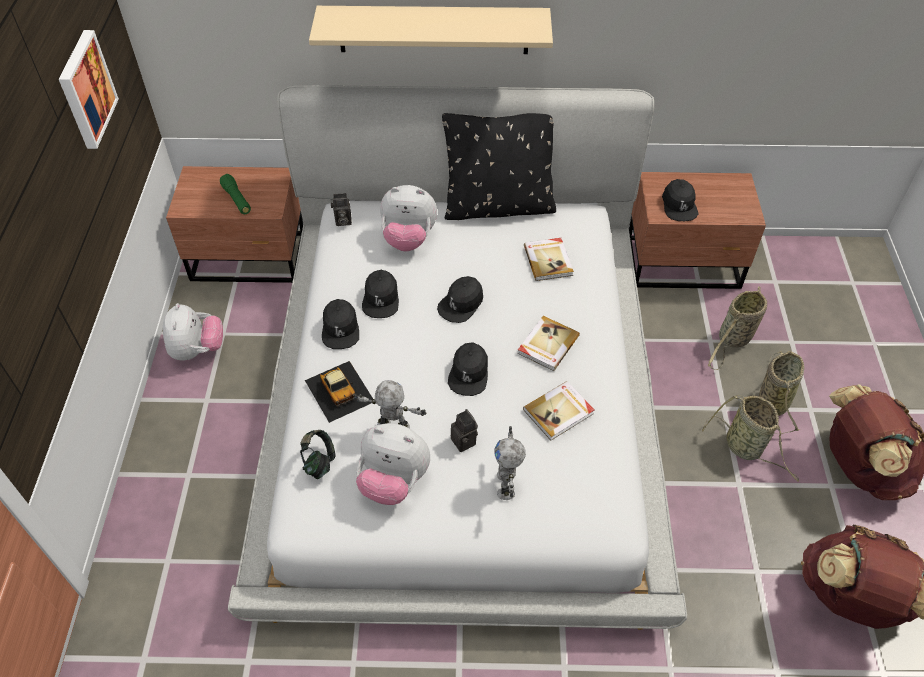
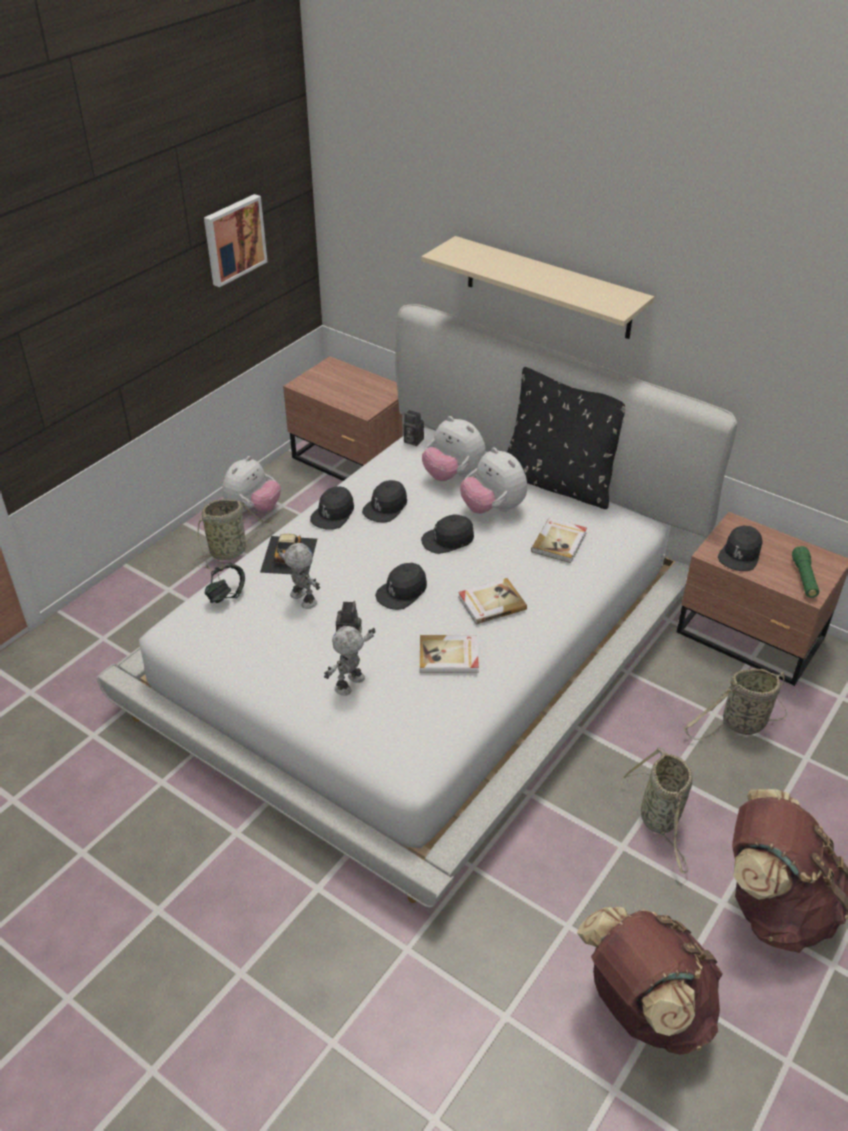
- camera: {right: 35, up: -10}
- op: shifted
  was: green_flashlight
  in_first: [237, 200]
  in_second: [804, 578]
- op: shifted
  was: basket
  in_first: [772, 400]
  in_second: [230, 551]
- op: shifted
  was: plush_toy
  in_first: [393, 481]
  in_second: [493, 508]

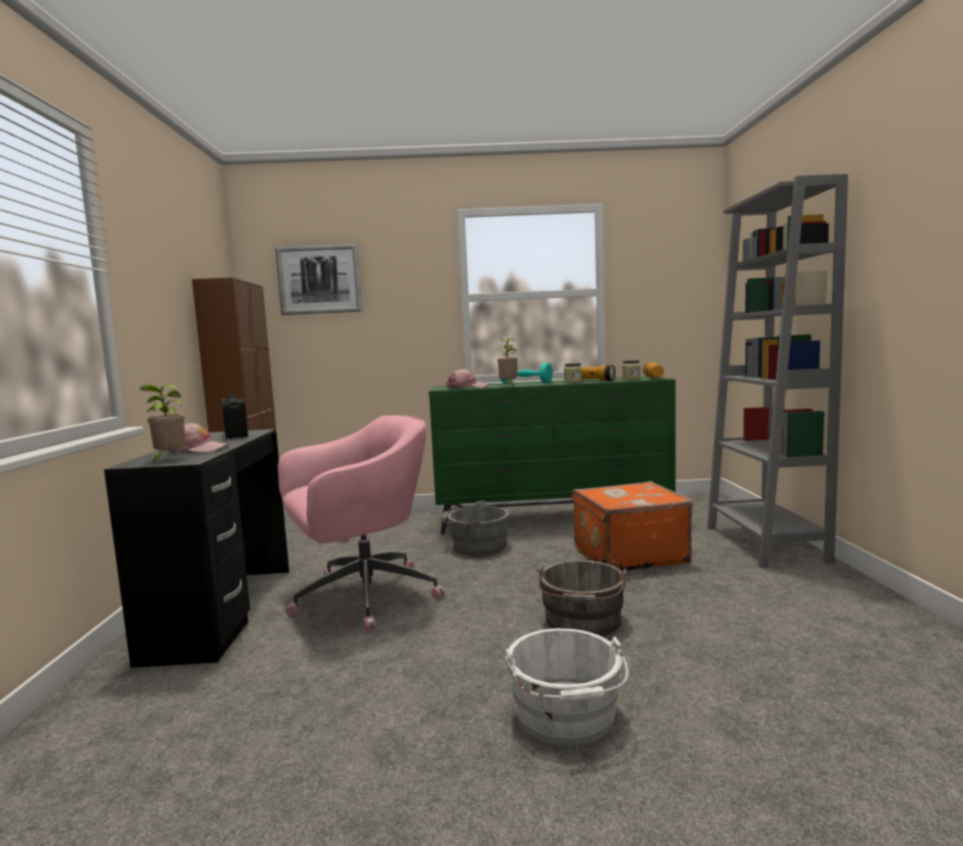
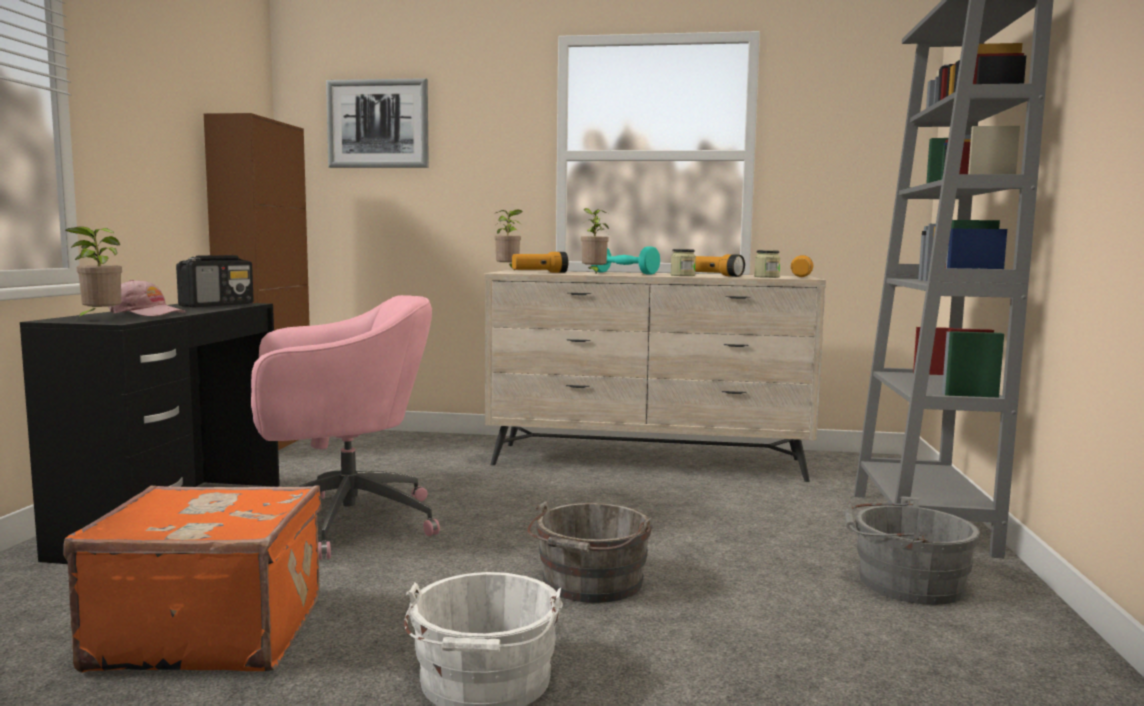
- camera: {right: 10, up: 0}
- op: swapped
  was: pink_cap
  now: flashlight
  in_first: [466, 387]
  in_second: [539, 272]
- op: repainted
  was: green_dresser
  now: beige_dresser
  in_first: [553, 519]
  in_second: [649, 462]
- op: rotated
  was: radio
  in_first: [236, 435]
  in_second: [217, 305]
  clockwise: 45
- op: shifted
  was: orange_suitcase
  in_first: [628, 555]
  in_second: [210, 632]
- op: shifted
  was: grey_bucket
  in_first: [476, 547]
  in_second: [904, 582]
- op: new
  now: potted_plant
  in_second: [508, 271]

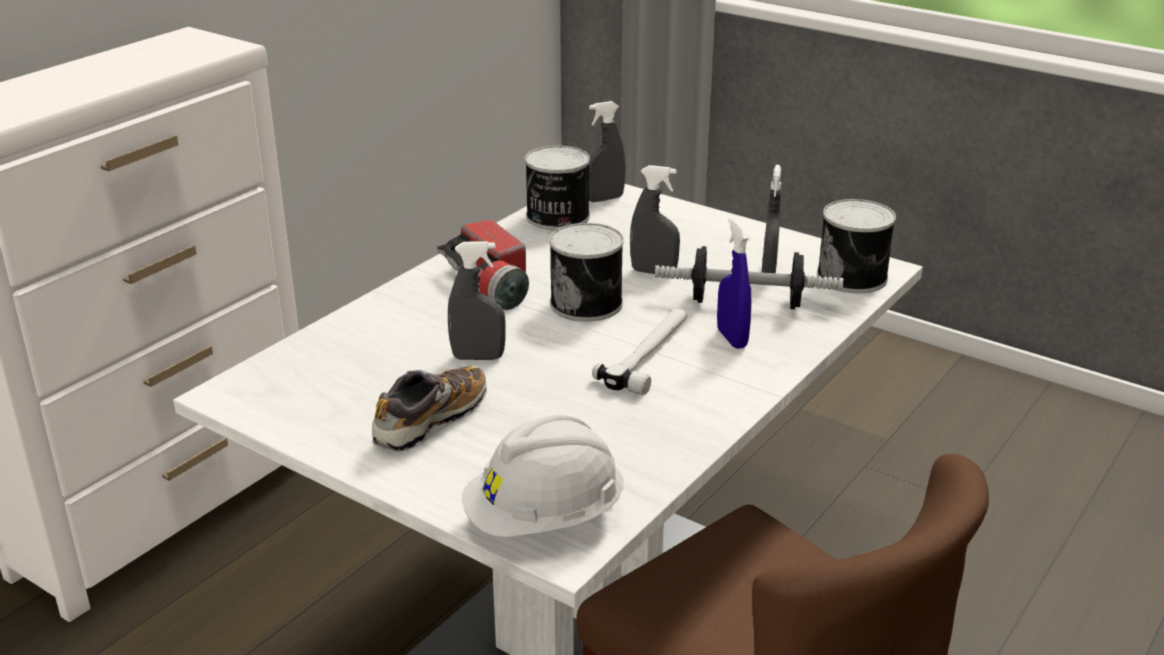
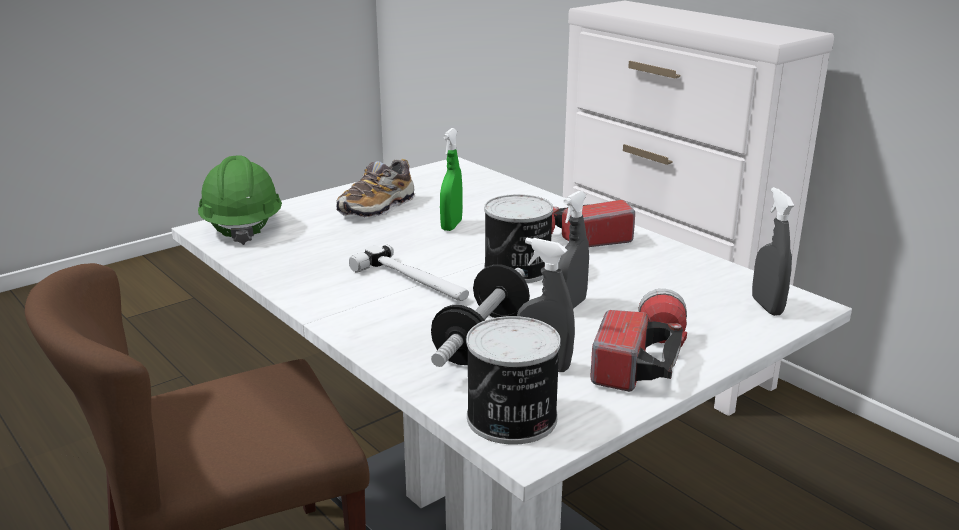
- camera: {right: 105, up: -5}
- op: gone
  was: can
  in_first: [557, 217]
- op: gone
  was: blue_spray_bottle
  in_first: [732, 338]
- op: repainted
  was: grey_spray_bottle
  now: green_spray_bottle
  in_first: [478, 357]
  in_second: [451, 225]
- op: rotated
  was: shoe
  in_first: [430, 422]
  in_second: [377, 208]
  clockwise: 75
- op: repainted
  was: white_hard_hat
  now: green_hard_hat
  in_first: [544, 519]
  in_second: [242, 226]
- op: new
  now: flashlight
  in_second: [641, 359]

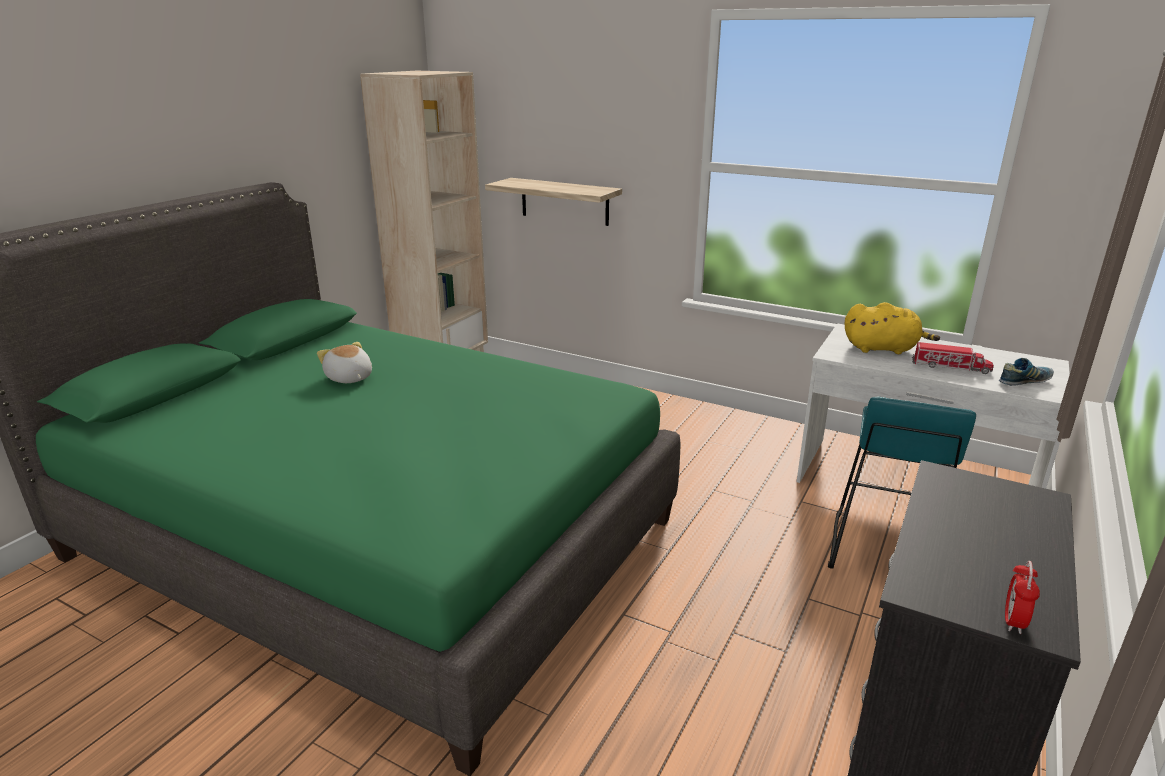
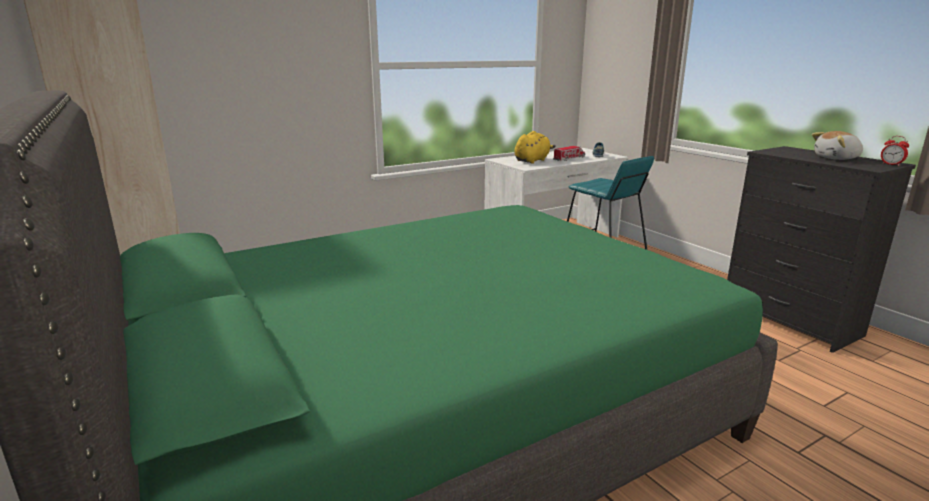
- camera: {right: -60, up: -5}
- op: gone
  was: shelf
  in_first: [564, 201]
- op: shifted
  was: plush_toy
  in_first: [349, 378]
  in_second: [837, 158]

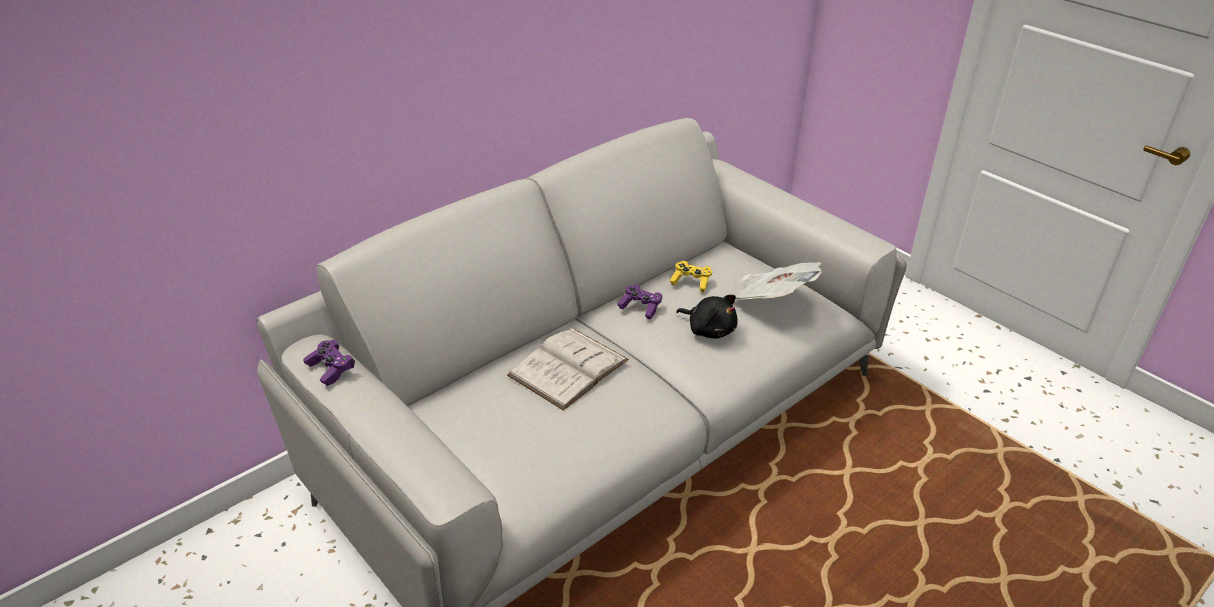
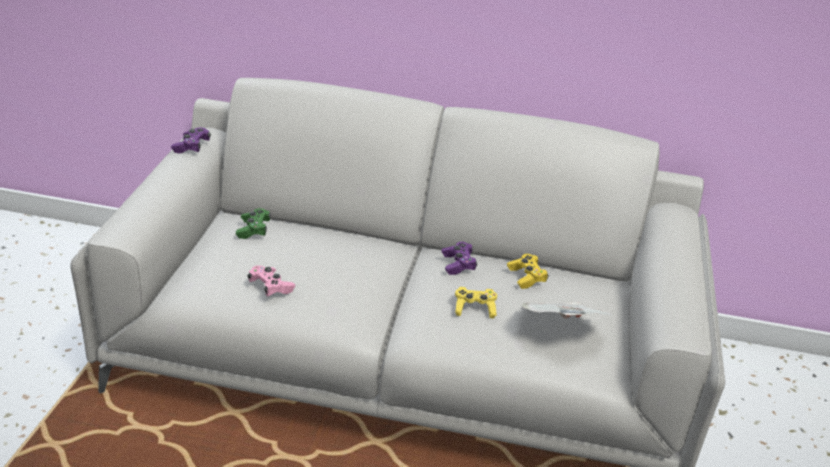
- camera: {right: 50, up: -5}
- op: swapped
  was: black_plush_toy
  now: yellow_game_controller
  in_first: [709, 329]
  in_second: [474, 309]
- op: gone
  was: white_book
  in_first: [568, 367]
- op: new
  now: green_game_controller
  in_second: [253, 230]
- op: new
  now: pink_game_controller
  in_second: [270, 287]

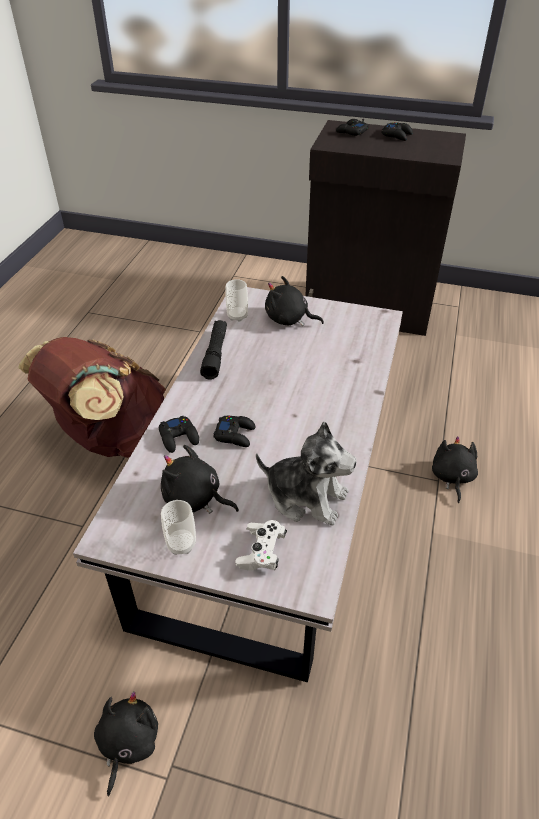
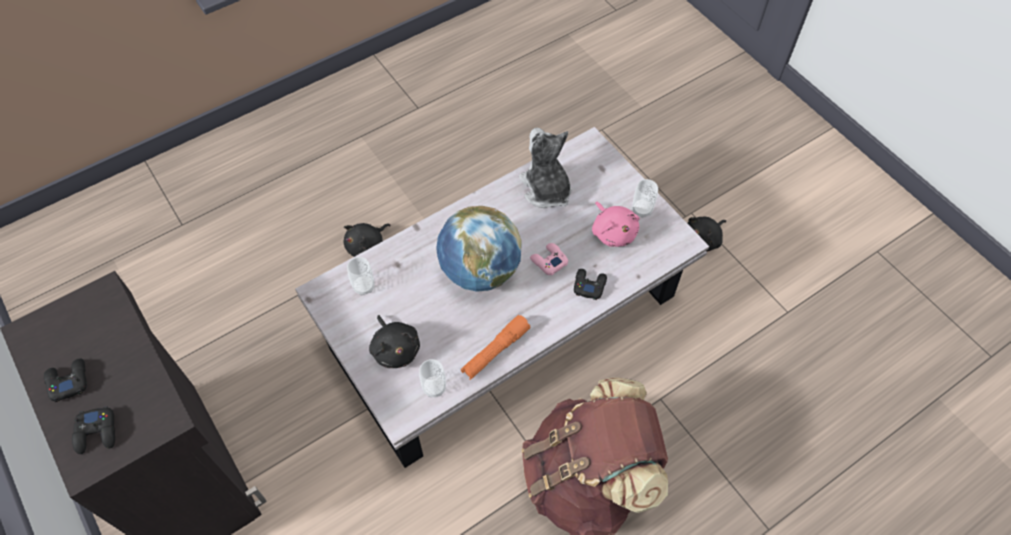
- camera: {right: -140, up: 15}
- op: repainted
  was: black_flashlight
  now: orange_flashlight
  in_first: [215, 354]
  in_second: [495, 351]
- op: repainted
  was: black_game_controller
  now: pink_game_controller
  in_first: [235, 434]
  in_second: [548, 261]
- op: repainted
  was: black_plush_toy
  now: pink_plush_toy
  in_first: [195, 499]
  in_second: [613, 232]
- op: gone
  was: white_game_controller
  in_first: [261, 552]
- op: new
  now: globe
  in_second: [480, 271]
- op: new
  now: cup
  in_second: [364, 286]

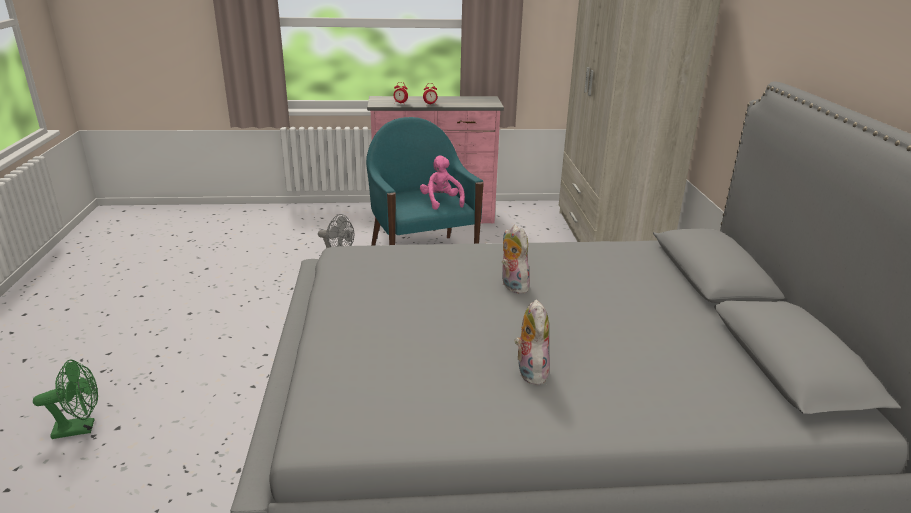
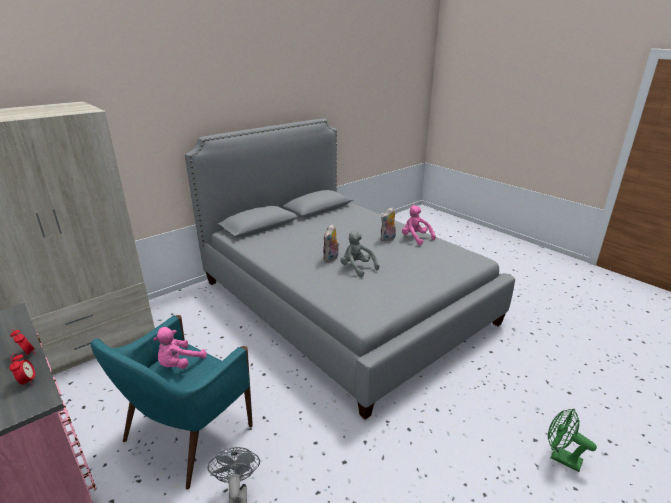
- camera: {right: -125, up: 0}
- op: new
  now: pink_plush_toy
  in_second: [415, 238]
- op: new
  now: grey_plush_toy
  in_second: [357, 268]

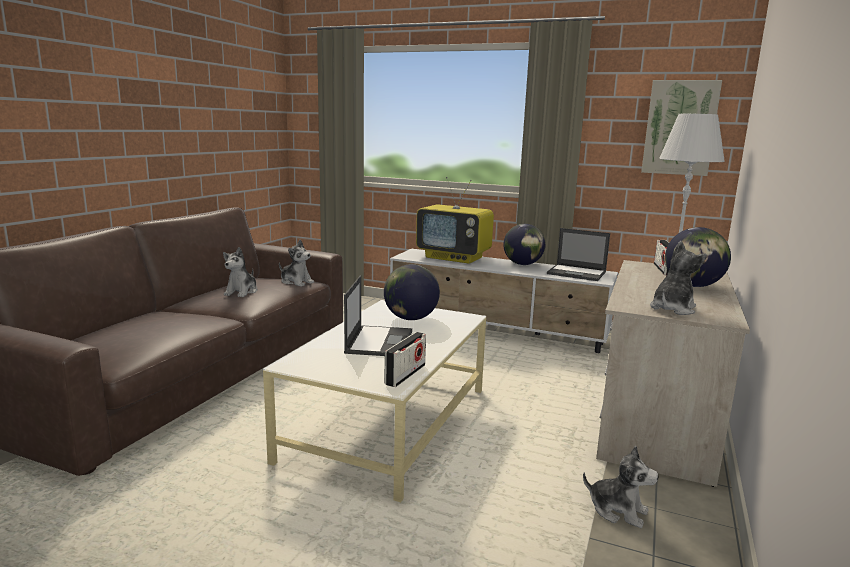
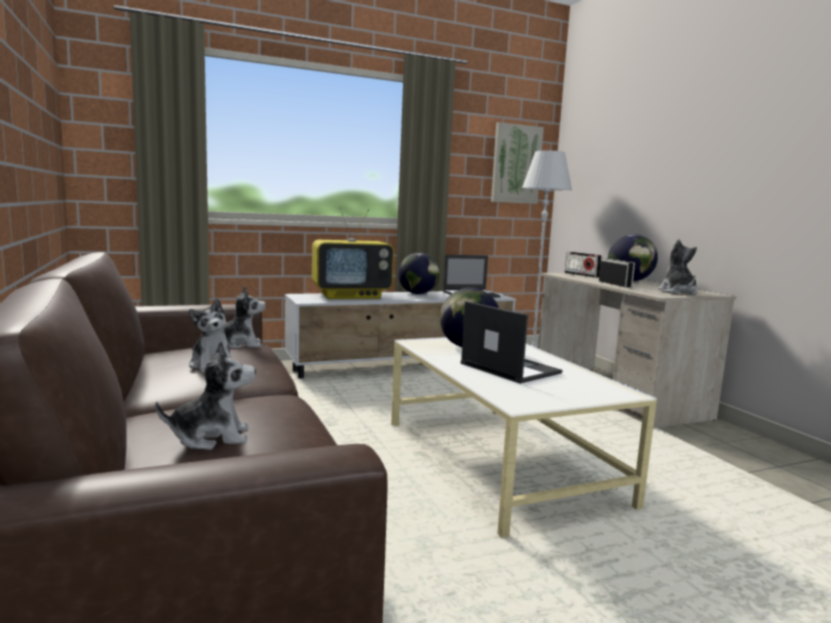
- camera: {right: -45, up: -5}
- op: shifted
  was: radio
  in_first: [405, 374]
  in_second: [614, 284]
- op: shifted
  was: plush_toy
  in_first: [618, 510]
  in_second: [211, 437]

